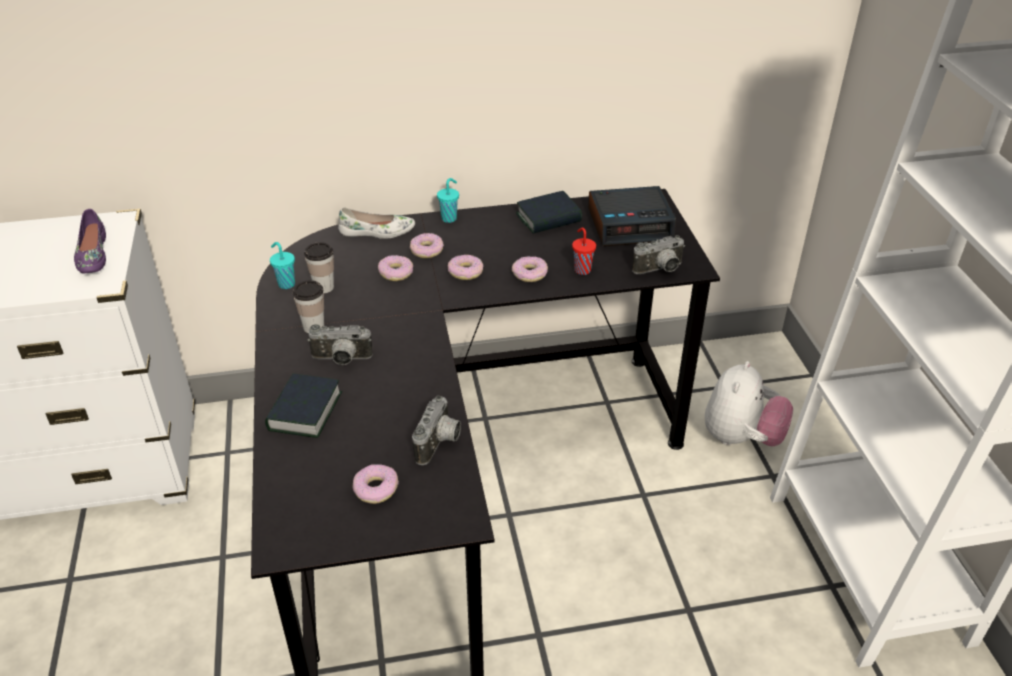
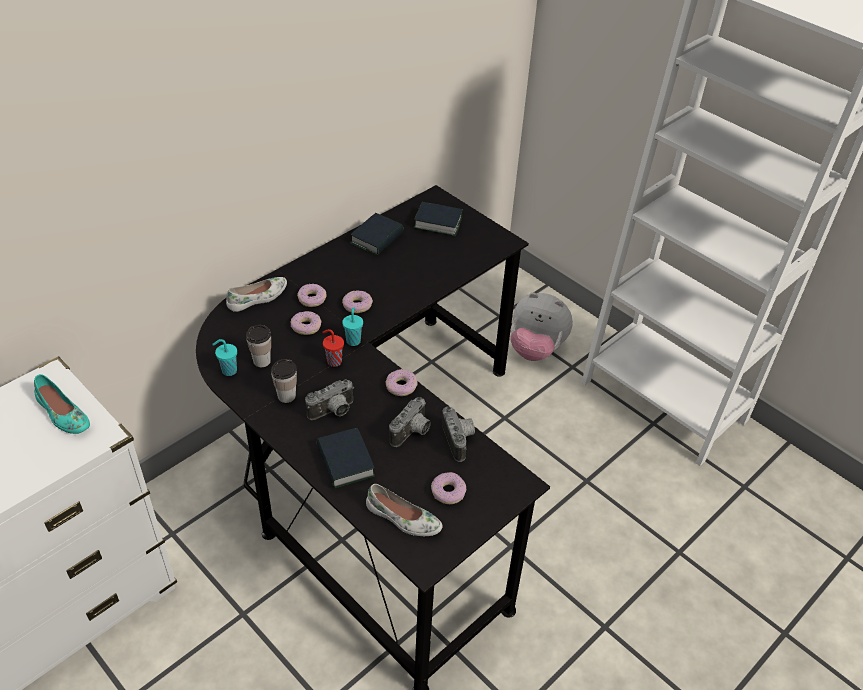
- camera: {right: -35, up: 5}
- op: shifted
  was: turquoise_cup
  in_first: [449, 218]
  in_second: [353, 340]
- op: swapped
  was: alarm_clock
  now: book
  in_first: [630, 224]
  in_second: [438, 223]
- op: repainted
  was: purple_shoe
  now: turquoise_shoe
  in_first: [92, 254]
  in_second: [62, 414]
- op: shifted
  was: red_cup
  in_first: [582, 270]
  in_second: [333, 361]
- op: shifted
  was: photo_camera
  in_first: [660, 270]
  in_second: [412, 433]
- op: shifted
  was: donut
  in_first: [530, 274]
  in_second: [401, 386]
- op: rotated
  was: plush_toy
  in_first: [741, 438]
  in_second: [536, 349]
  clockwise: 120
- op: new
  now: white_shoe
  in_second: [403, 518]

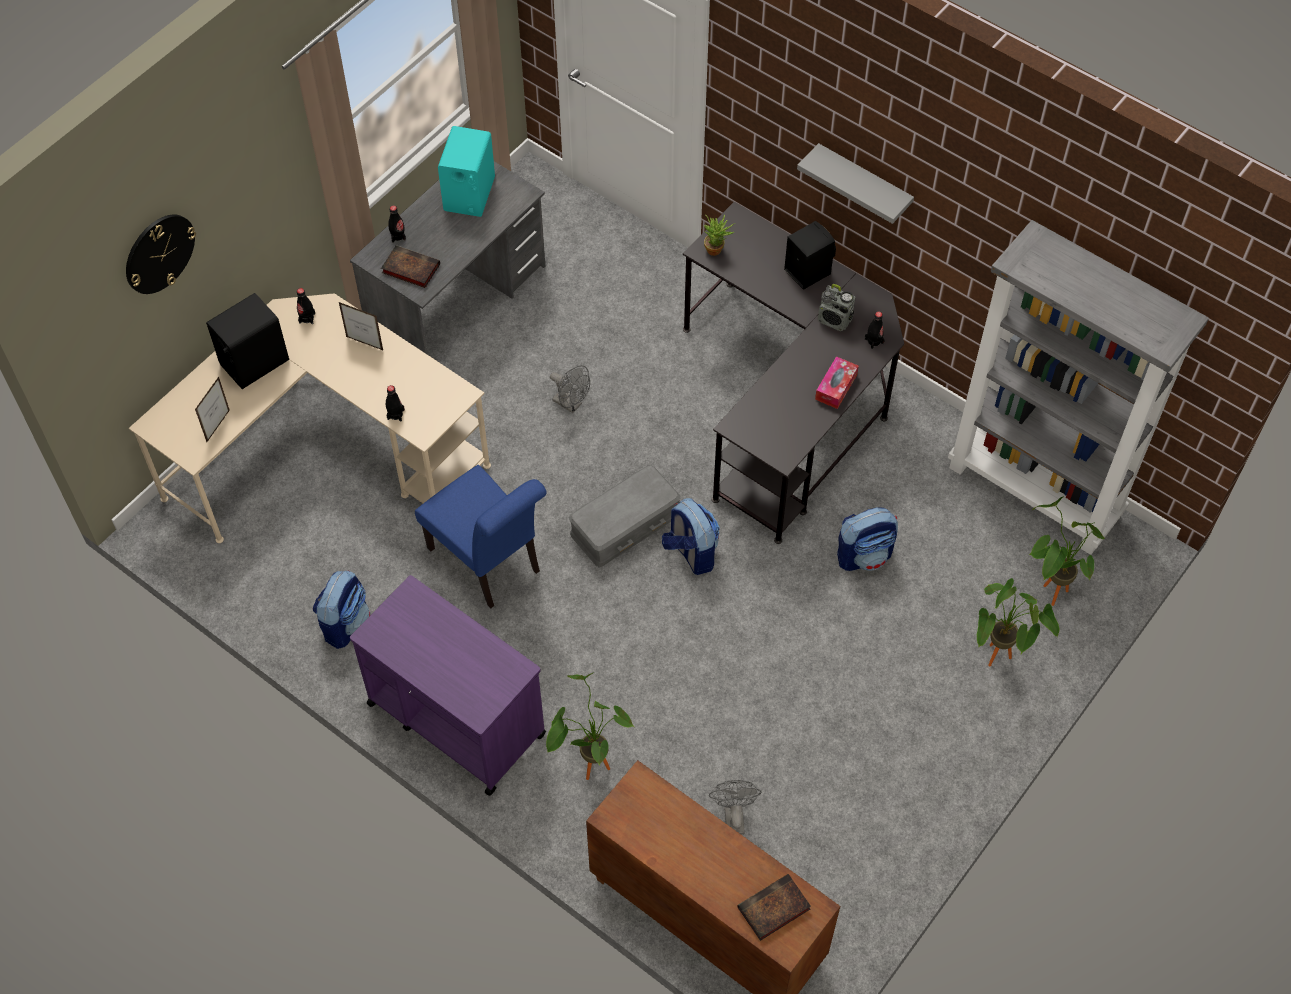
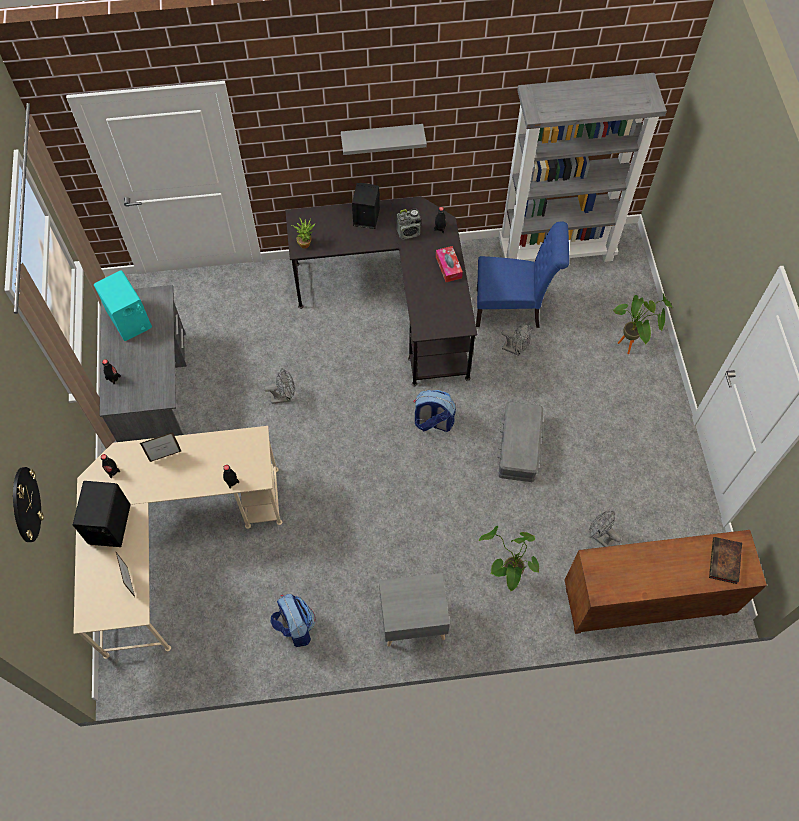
- camera: {right: -45, up: 5}
- op: gone
  was: book
  in_first: [409, 269]
- op: shifted
  was: blue_chair
  in_first: [489, 563]
  in_second: [513, 309]
- op: shifted
  was: grey_storage_box
  in_first: [625, 525]
  in_second: [520, 446]
- op: gone
  was: potted_plant
  in_first: [1047, 593]
- op: swapped
  was: backpack
  now: grey_fan
  in_first: [864, 555]
  in_second: [515, 349]
- op: swapped
  was: purple_cart
  now: grey_nightstand
  in_first: [455, 718]
  in_second: [412, 620]

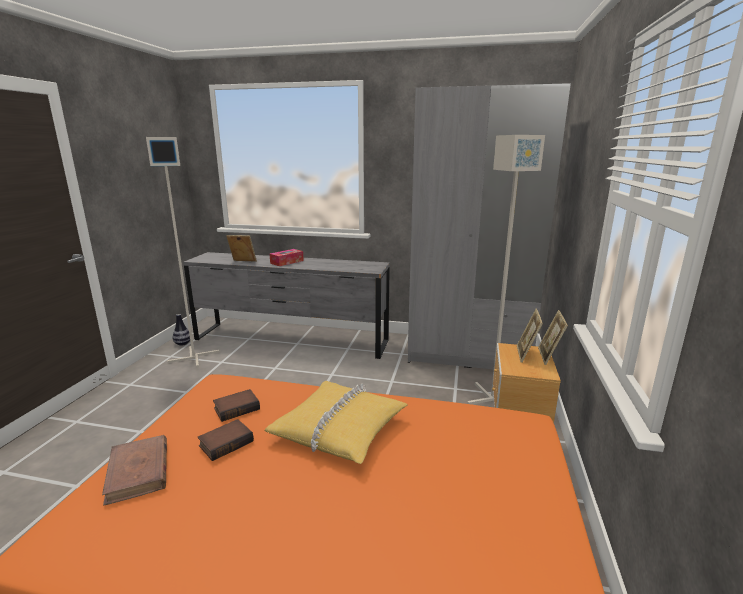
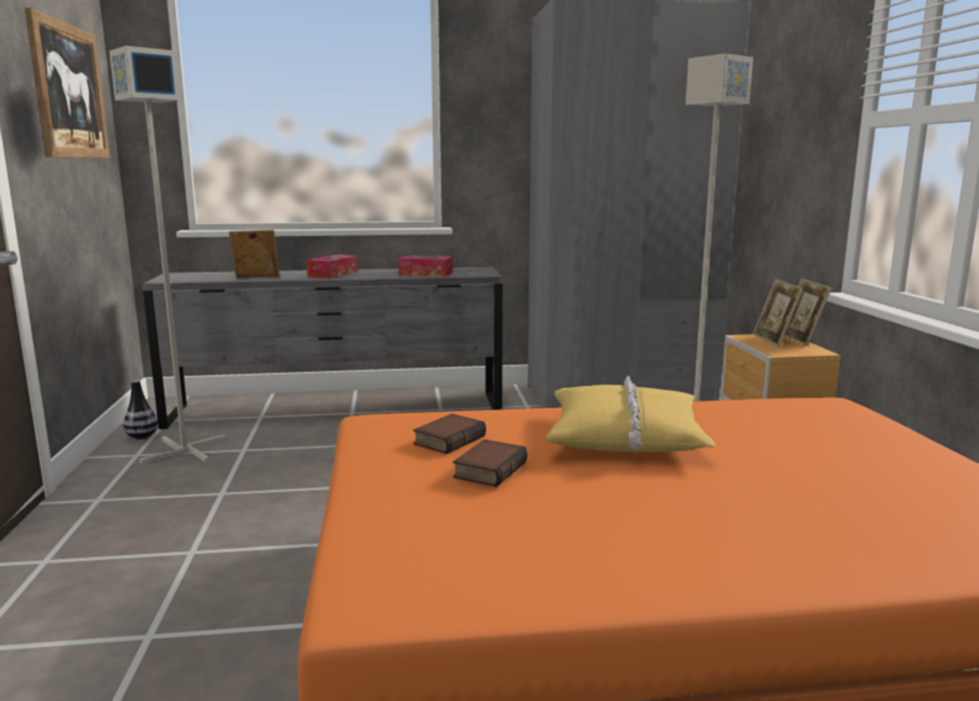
- camera: {right: -20, up: -5}
- op: gone
  was: brown_book
  in_first: [138, 471]
- op: new
  now: picture
  in_second: [69, 91]
- op: new
  now: tissue_box
  in_second: [425, 274]

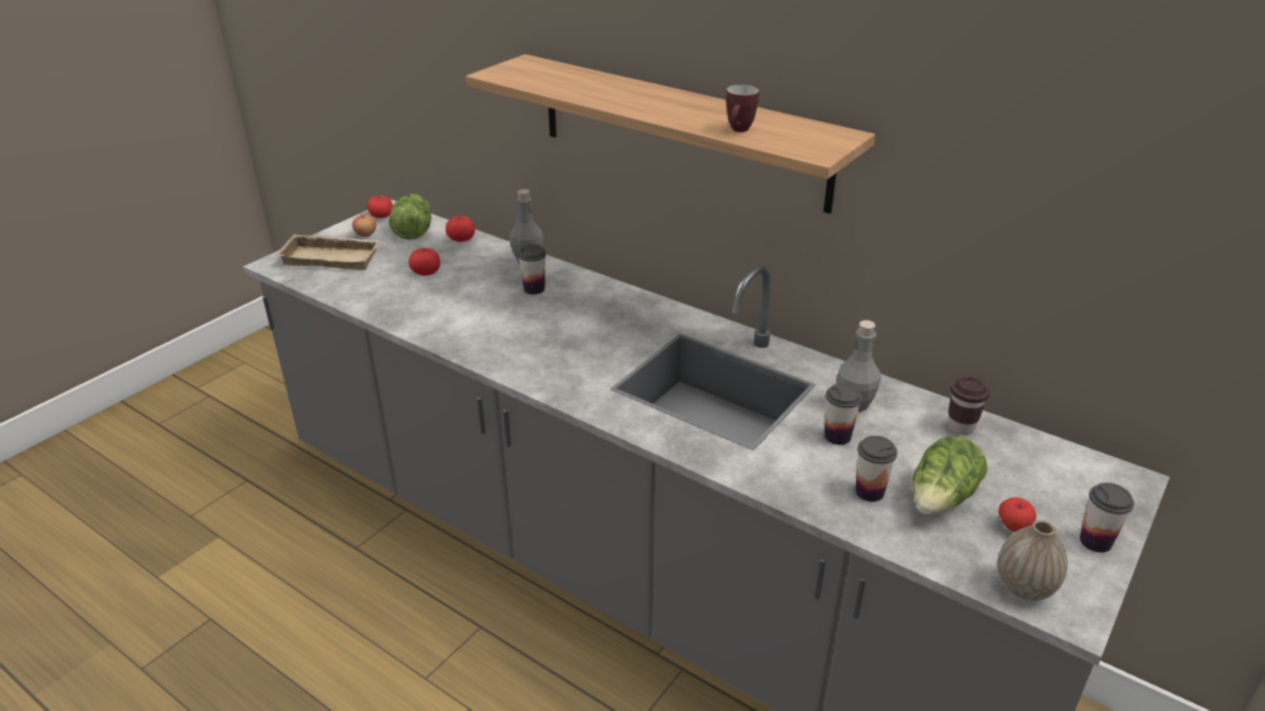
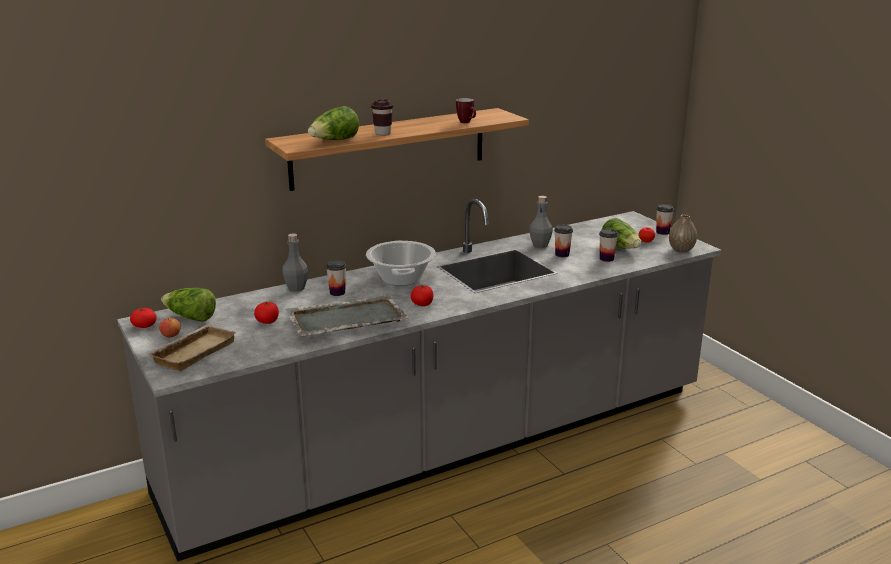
- camera: {right: -65, up: -10}
- op: shifted
  was: tomato
  in_first: [461, 239]
  in_second: [422, 304]
- op: shifted
  was: brown_cup
  in_first: [960, 427]
  in_second: [383, 133]
- op: new
  now: lettuce
  in_second: [334, 141]
- op: new
  now: cooking_pot
  in_second: [401, 278]
- op: new
  now: grey_tray
  in_second: [345, 319]

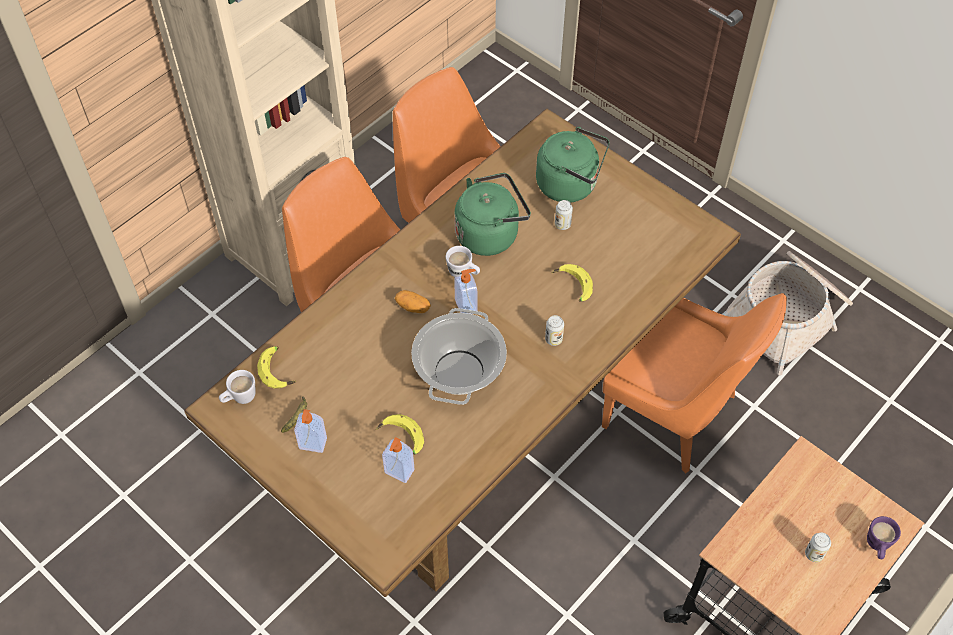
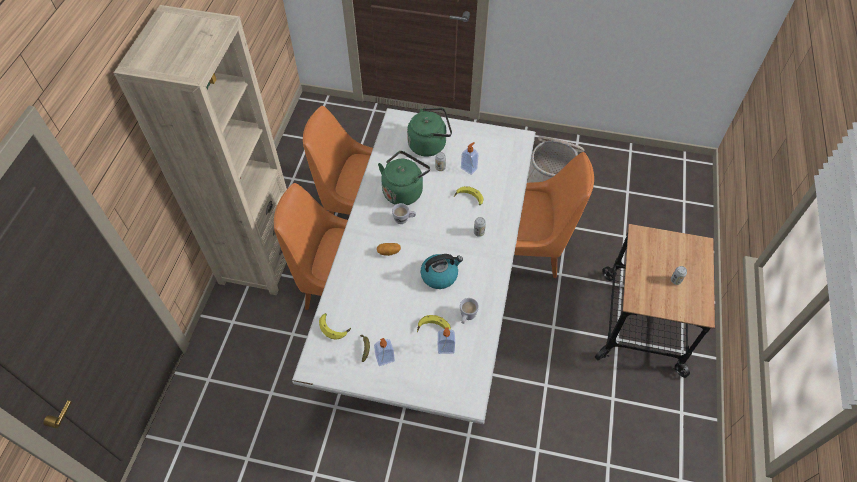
- camera: {right: -30, up: 0}
- op: repainted
  was: brown_dining_table
  now: white_dining_table
  in_first: [476, 415]
  in_second: [427, 302]
- op: shifted
  was: soap_dispenser
  in_first: [467, 306]
  in_second: [469, 168]
- op: swapped
  was: cooking_pot
  now: kettle
  in_first: [459, 371]
  in_second: [440, 275]
- op: shifted
  was: white_mug
  in_first: [239, 398]
  in_second: [467, 317]
- op: gone
  was: purple_mug
  in_first: [877, 546]

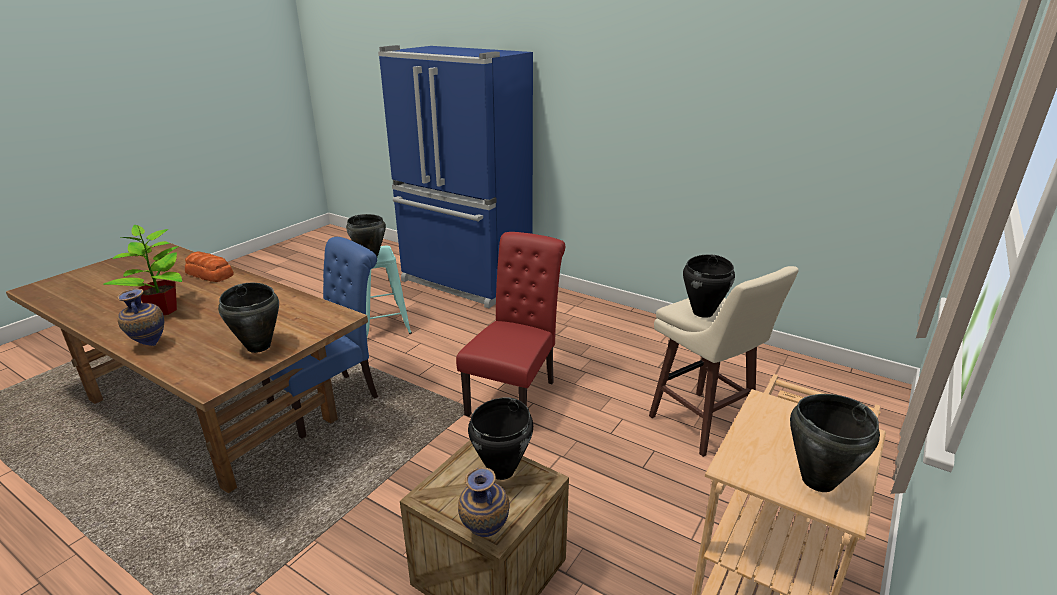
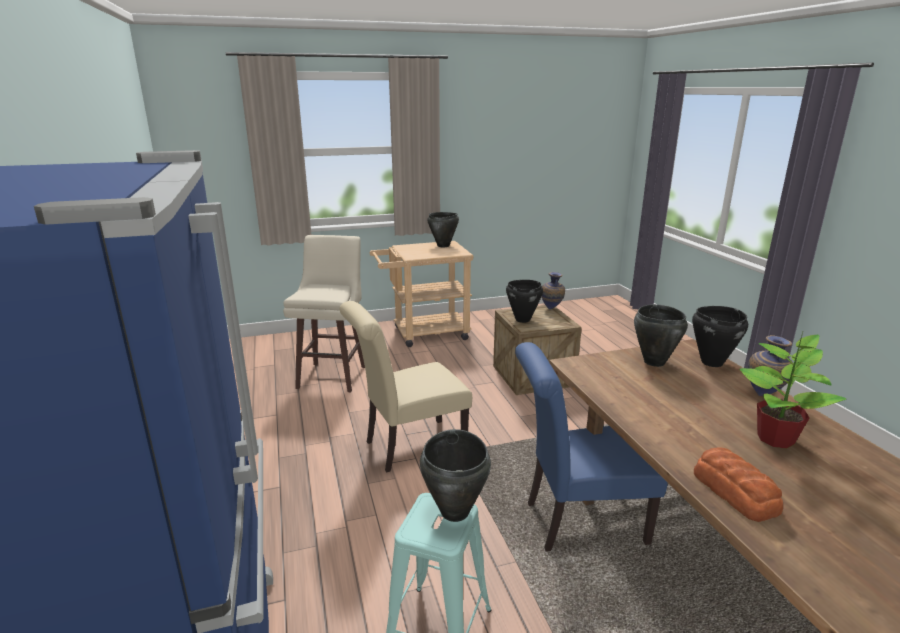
- camera: {right: -140, up: -5}
- op: repainted
  was: red_chair
  now: beige_chair
  in_first: [515, 394]
  in_second: [409, 446]
- op: shifted
  was: black_cooking_pot
  in_first: [703, 312]
  in_second: [711, 362]

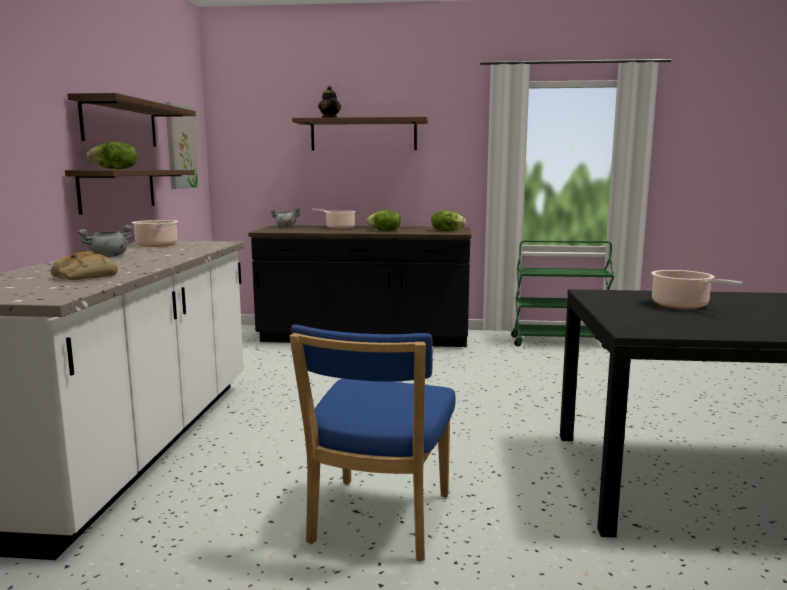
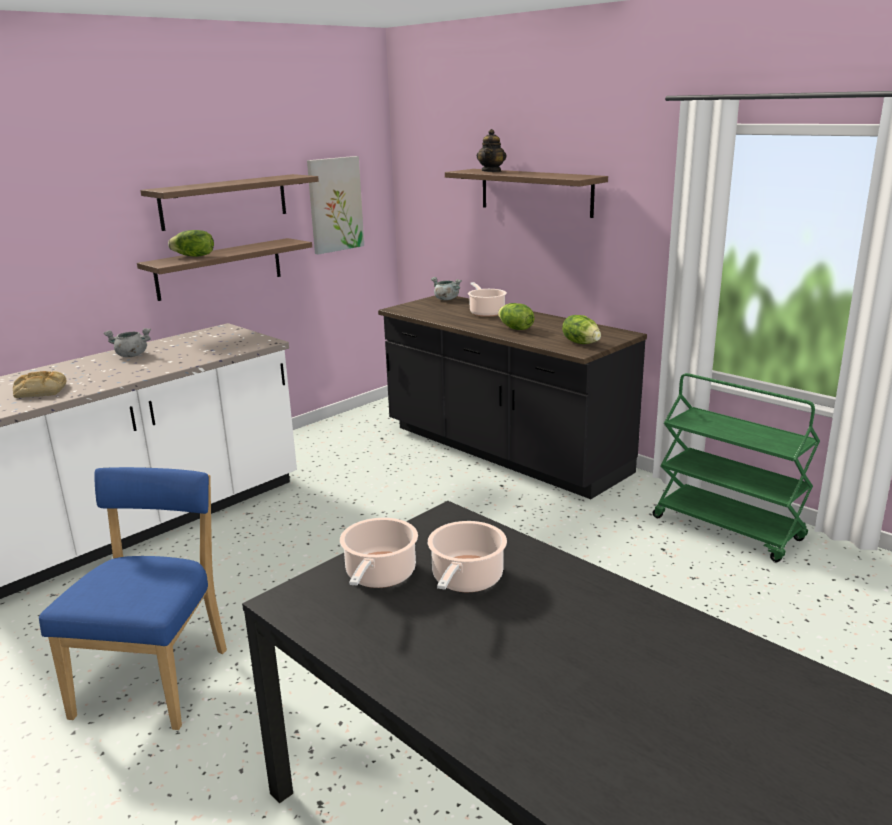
- camera: {right: 40, up: 10}
- op: shifted
  was: cooking_pot
  in_first: [157, 245]
  in_second: [379, 576]
- op: rotated
  was: blue_chair
  in_first: [378, 522]
  in_second: [157, 678]
  clockwise: 135

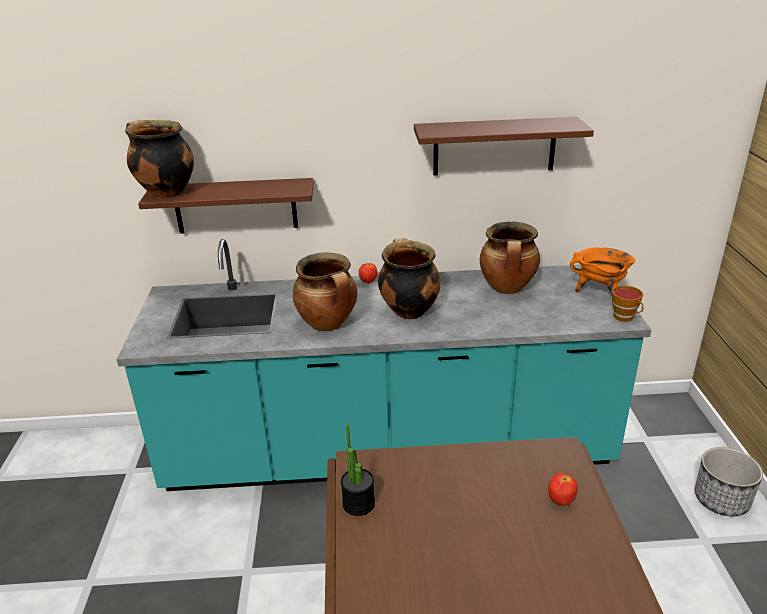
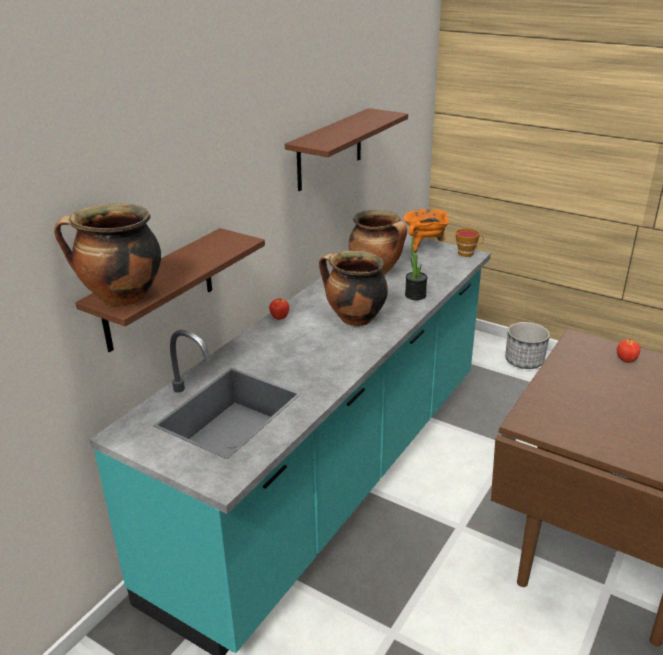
- camera: {right: -55, up: 0}
- op: gone
  was: cooking_pot
  in_first: [328, 324]
- op: shifted
  was: potted_plant
  in_first: [358, 503]
  in_second: [415, 295]

